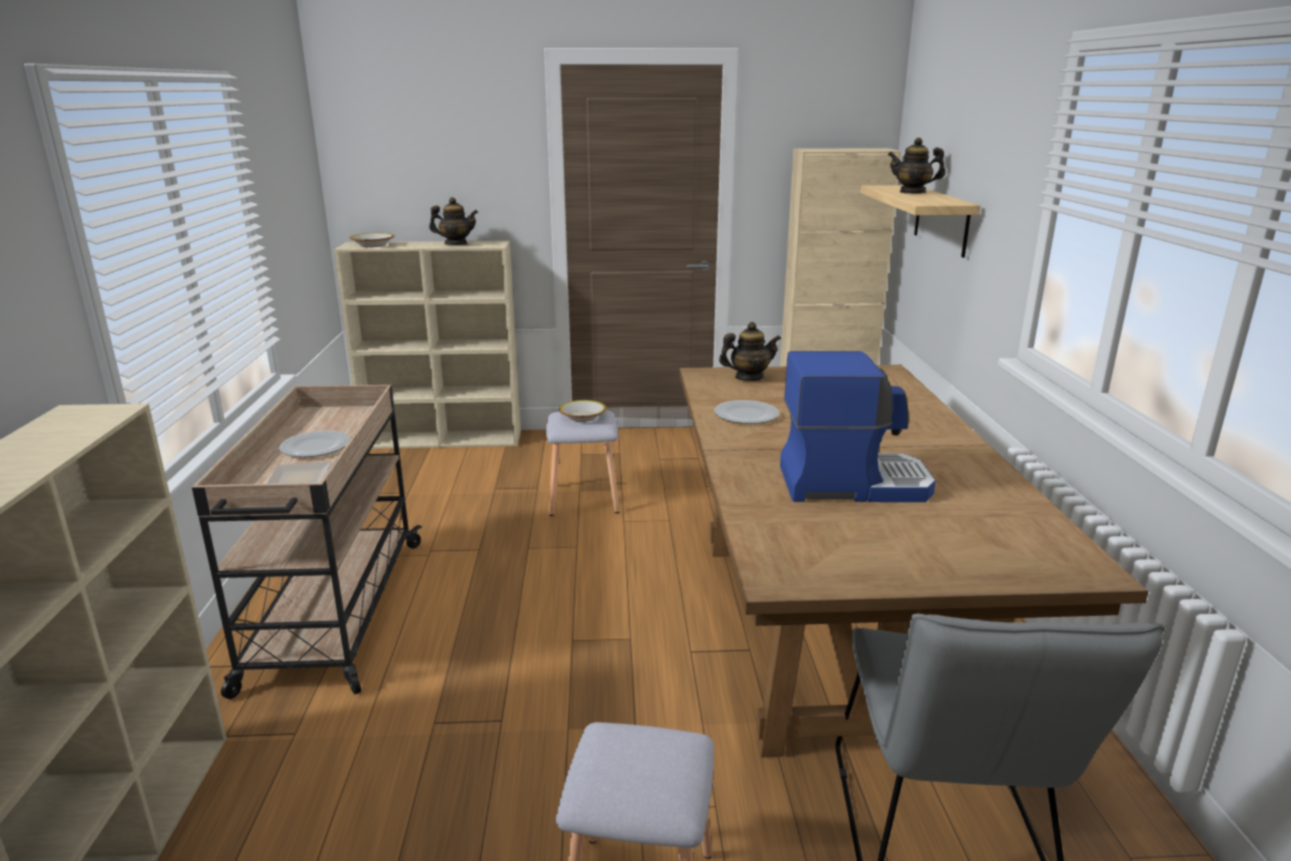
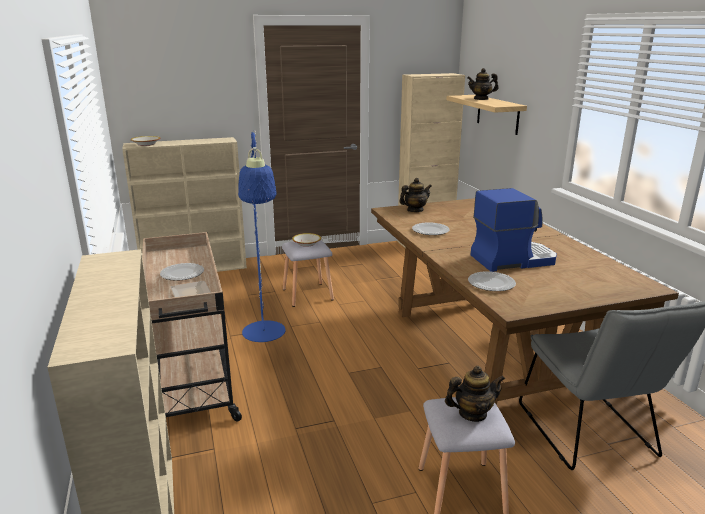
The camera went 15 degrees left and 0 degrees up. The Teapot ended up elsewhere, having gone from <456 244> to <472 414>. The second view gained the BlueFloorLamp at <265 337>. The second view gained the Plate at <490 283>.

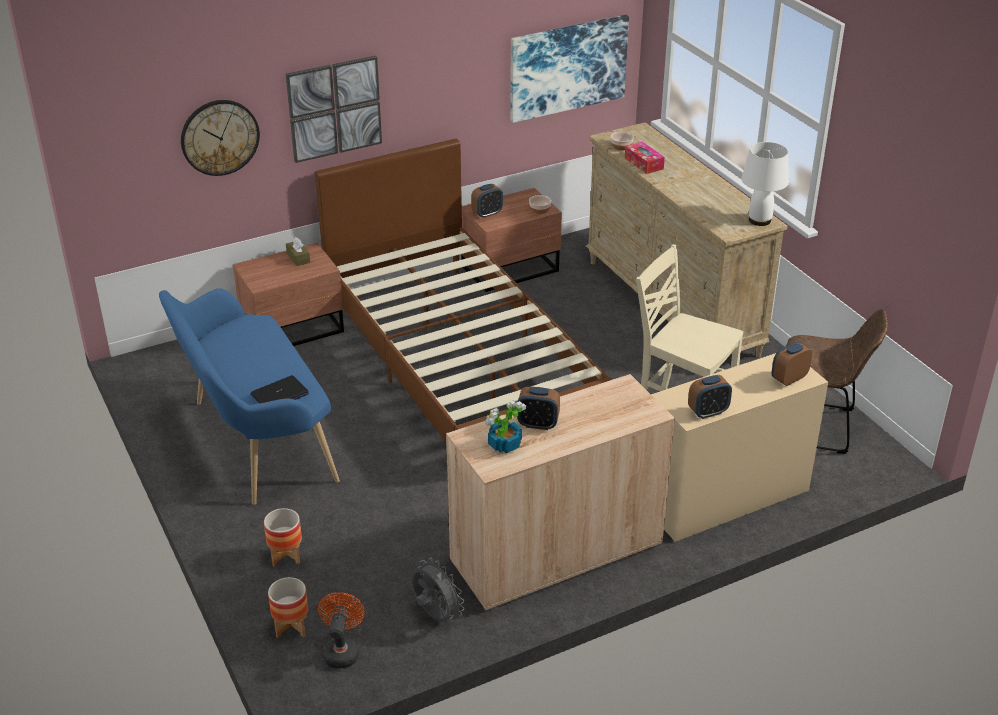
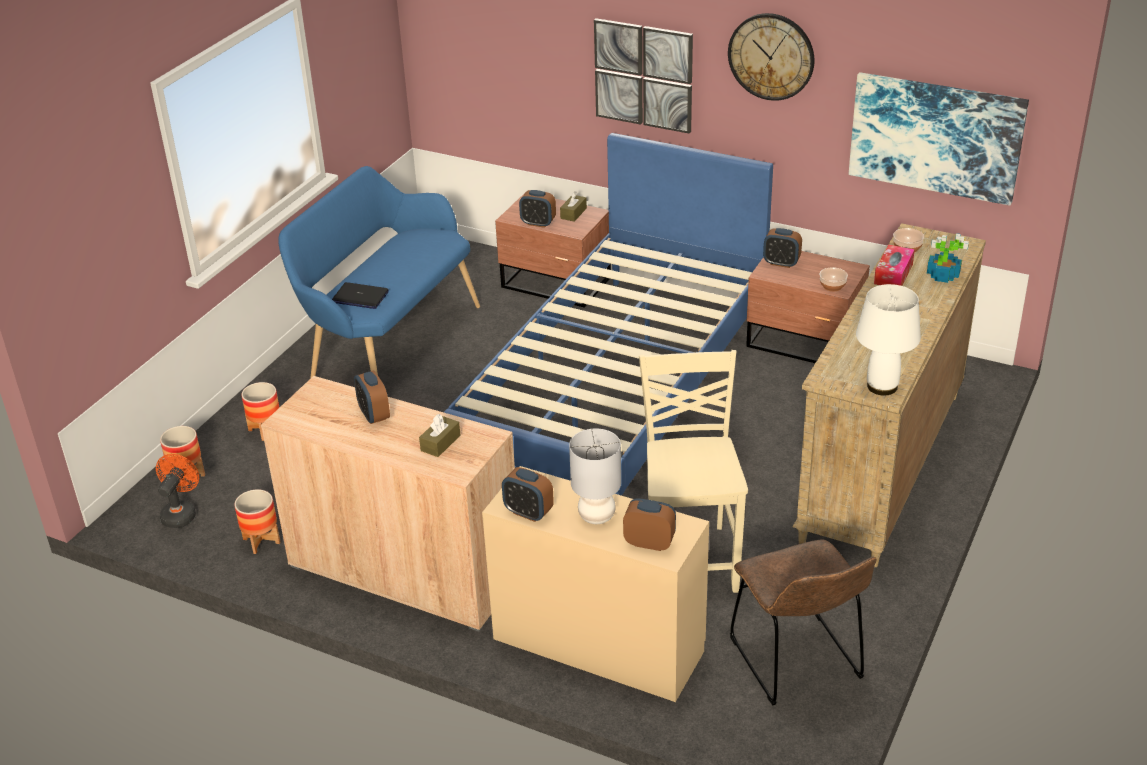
The camera went 55 degrees right and 0 degrees up. The WallClock ended up elsewhere, having gone from <220 137> to <771 56>. What was the BrownBed at <459 362> turned into the BlueBed at <617 386>. The OrangeFan at <342 650> ended up facing another way, 45 degrees counterclockwise from before. Where the GreyFan stood at <435 615>, the Planter came to stand at <261 541>. The PottedPlant ended up elsewhere, having gone from <504 444> to <942 275>. The second view gained the BrownTissueBox at <440 443>. The second view gained the AlarmClock at <538 223>. The second view gained the GreyTableLamp at <597 516>.

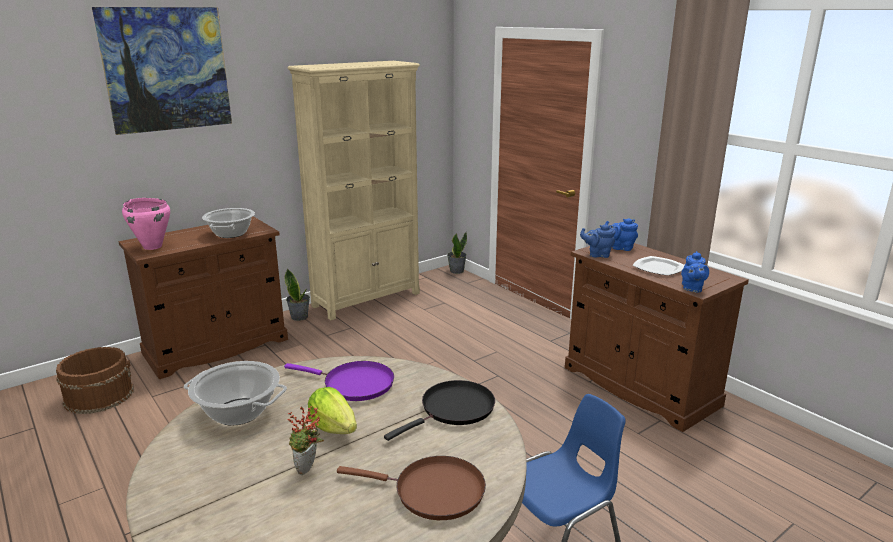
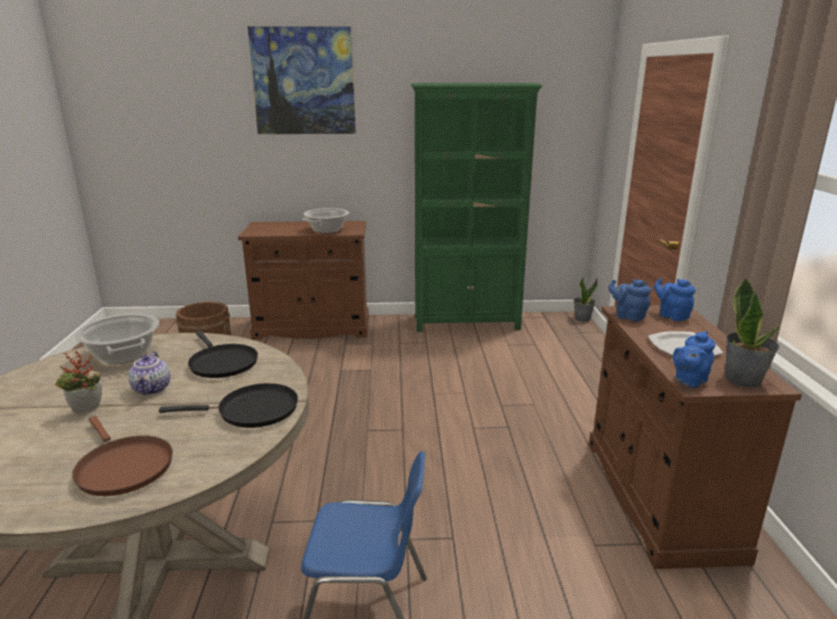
The camera went 35 degrees right and 0 degrees up. The second view lost the PinkCookingPot at <152 246>. What was the PurpleFryingPan at <354 384> turned into the BlackFryingPan at <222 363>. The PottedPlant ended up elsewhere, having gone from <299 317> to <743 379>. What was the BeigeBookcase at <367 299> turned into the GreenBookcase at <467 323>. Where the Lettuce stood at <333 427>, the Teapot came to stand at <153 389>.

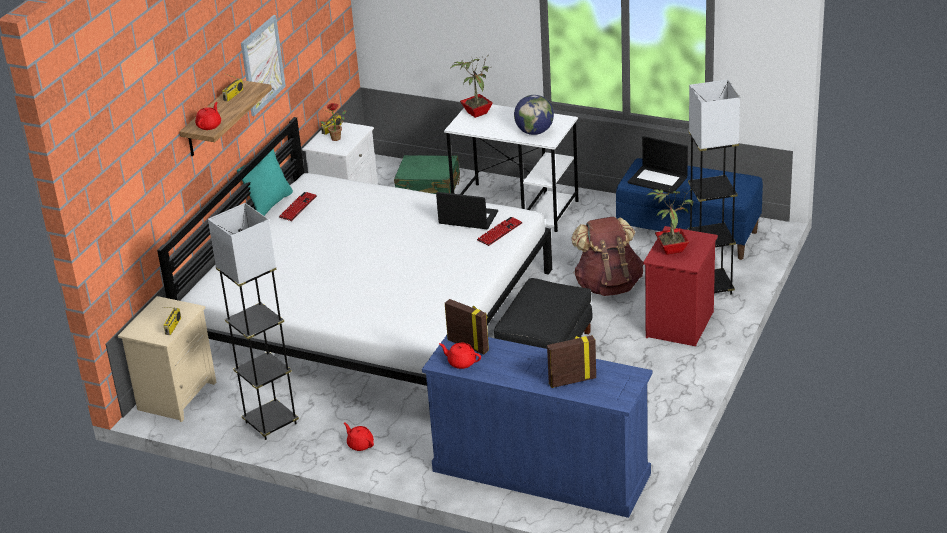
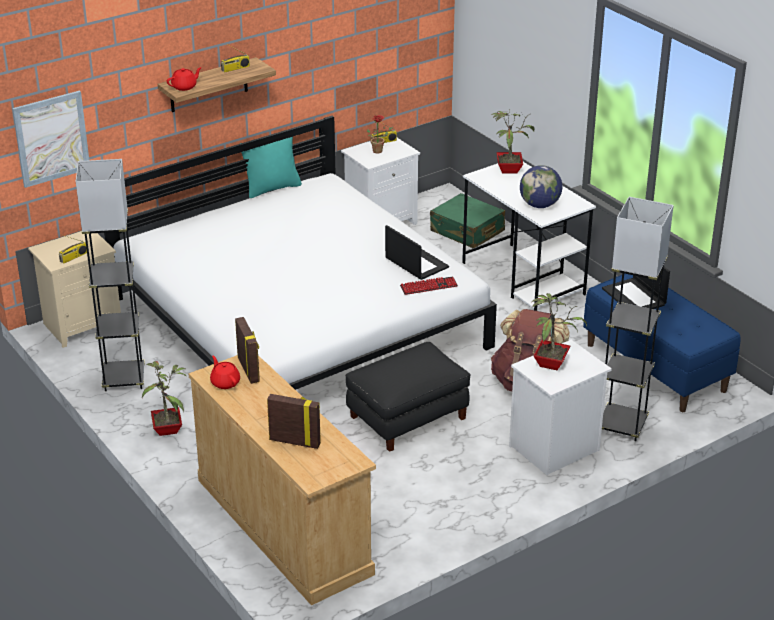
The camera went 30 degrees right and 0 degrees up. The Picture ended up elsewhere, having gone from <262 65> to <51 138>. The second view lost the Keyboard at <298 207>. Where the RedTeapot stood at <360 444>, the PottedPlant came to stand at <169 429>. What was the BlueDresser at <539 472> turned into the BeigeDresser at <282 525>. What was the RedNightstand at <680 325> turned into the WhiteNightstand at <554 449>.

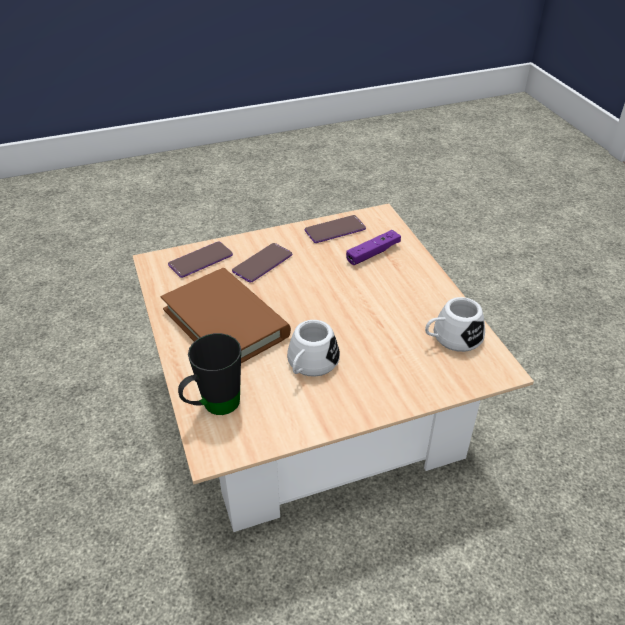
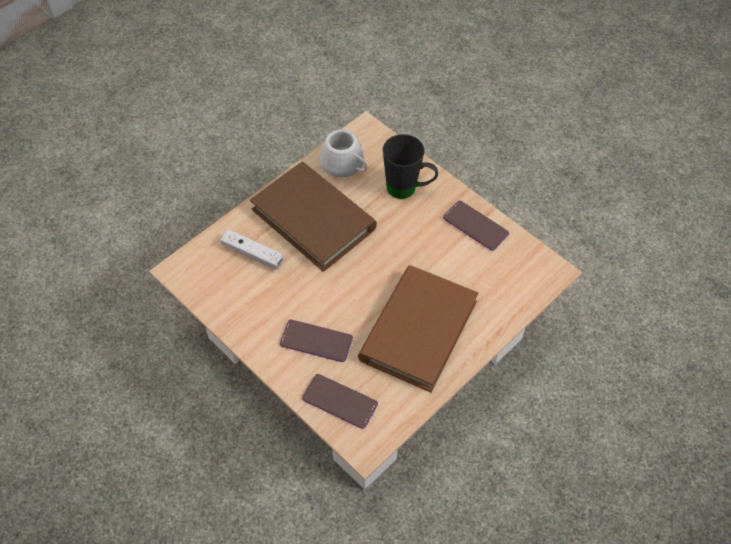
The camera went 115 degrees left and 15 degrees up. The BlackMug ended up elsewhere, having gone from <213 407> to <409 190>. The second view lost the WhiteMug at <310 364>. The Phone ended up elsewhere, having gone from <335 230> to <475 226>. What was the PurpleGameController at <373 253> turned into the WhiteGameController at <252 254>. The second view gained the BrownBook at <313 219>.

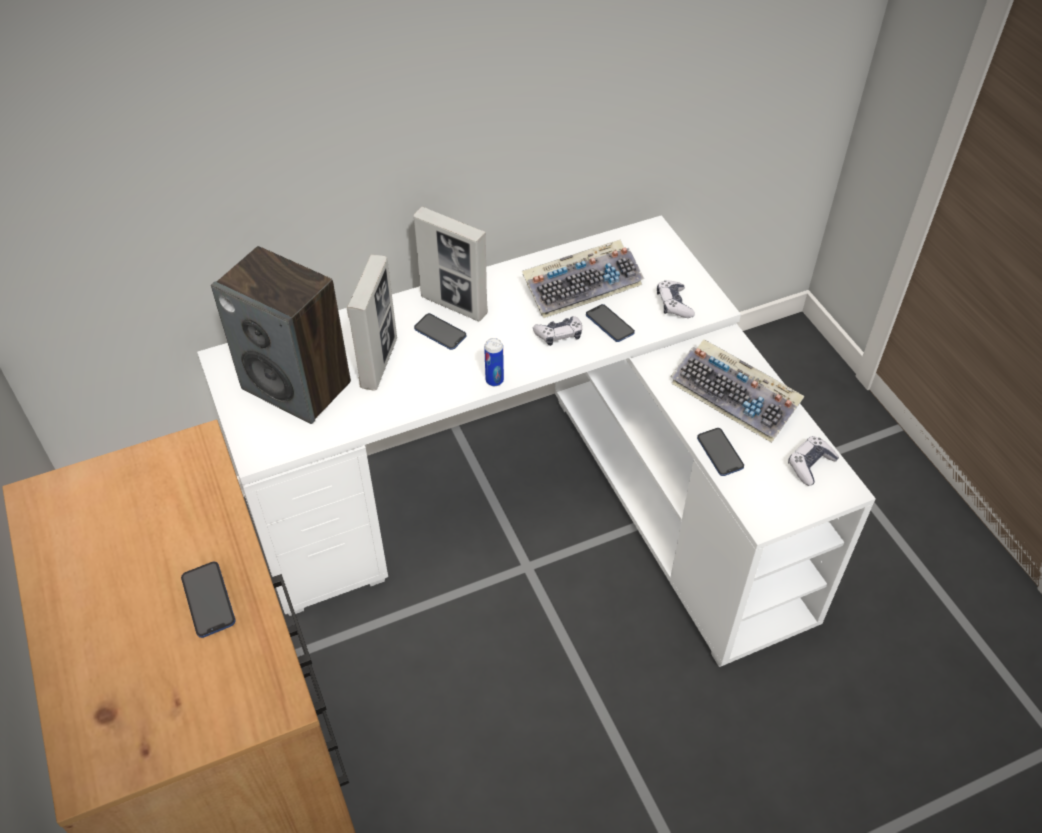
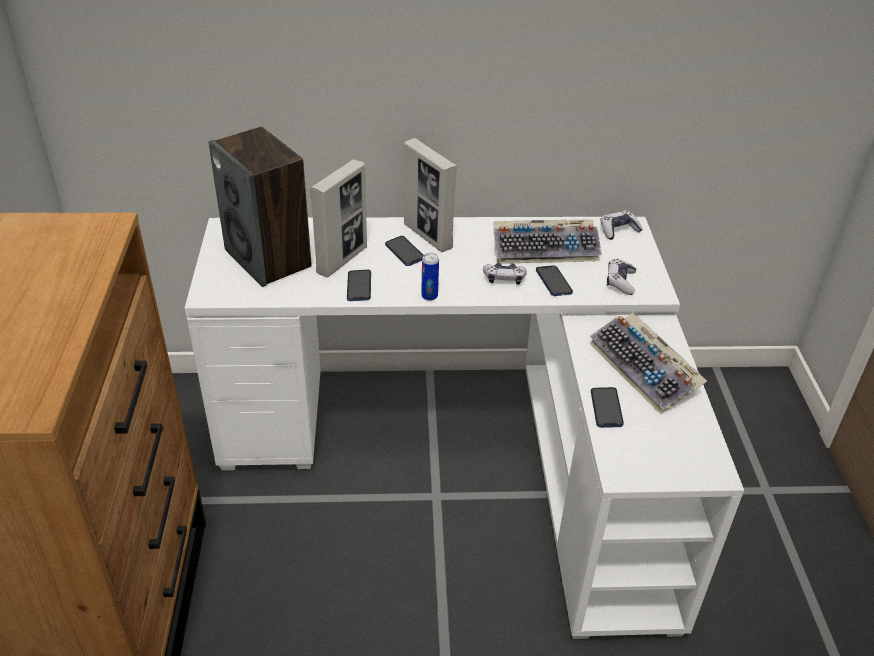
The camera went 20 degrees right and 10 degrees down. The Phone ended up elsewhere, having gone from <208 600> to <359 286>. The GameController ended up elsewhere, having gone from <810 465> to <618 230>.

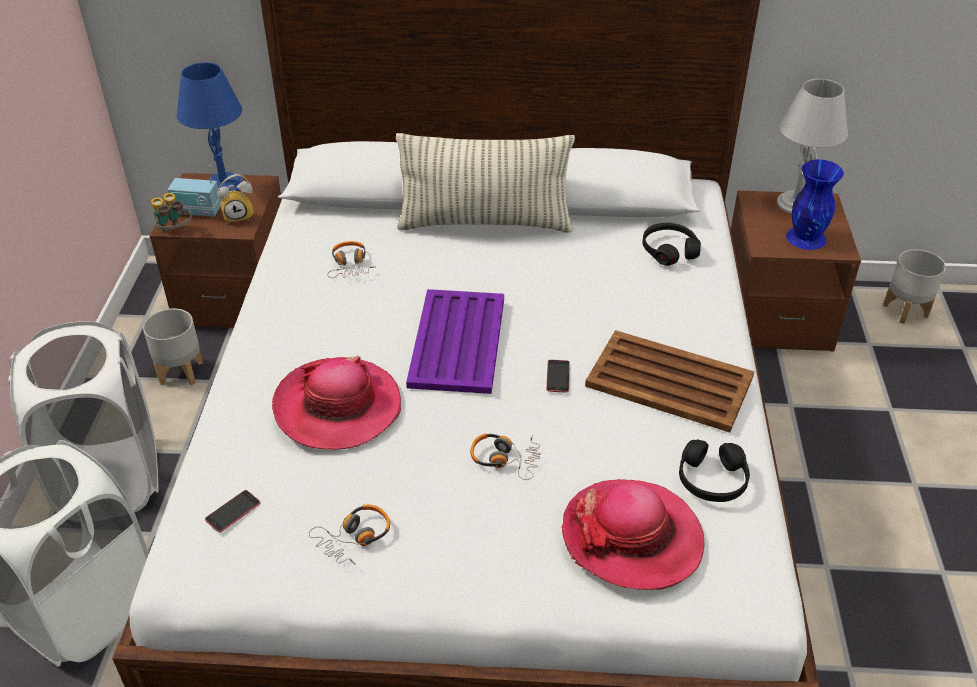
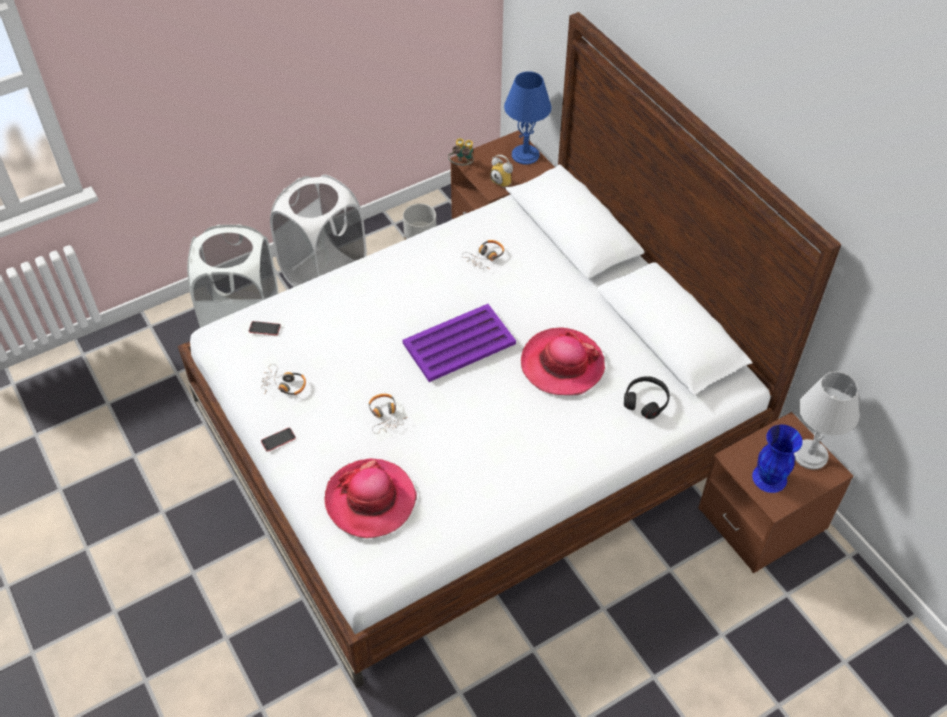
The camera went 55 degrees right and 10 degrees up. The second view lost the Radio at <197 211>. The Hat ended up elsewhere, having gone from <337 407> to <562 364>. The second view lost the Pillow at <485 223>. The Phone ended up elsewhere, having gone from <558 376> to <278 439>. The second view lost the BrownTray at <670 382>. The second view lost the BlackHeadphones at <712 480>. The second view lost the GreyPlanter at <906 310>.

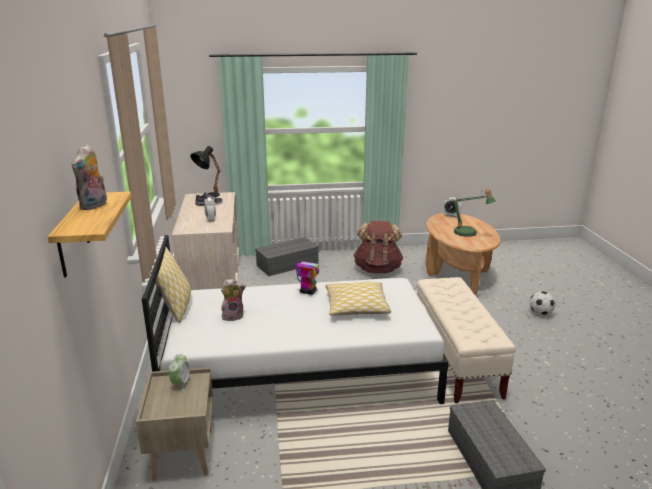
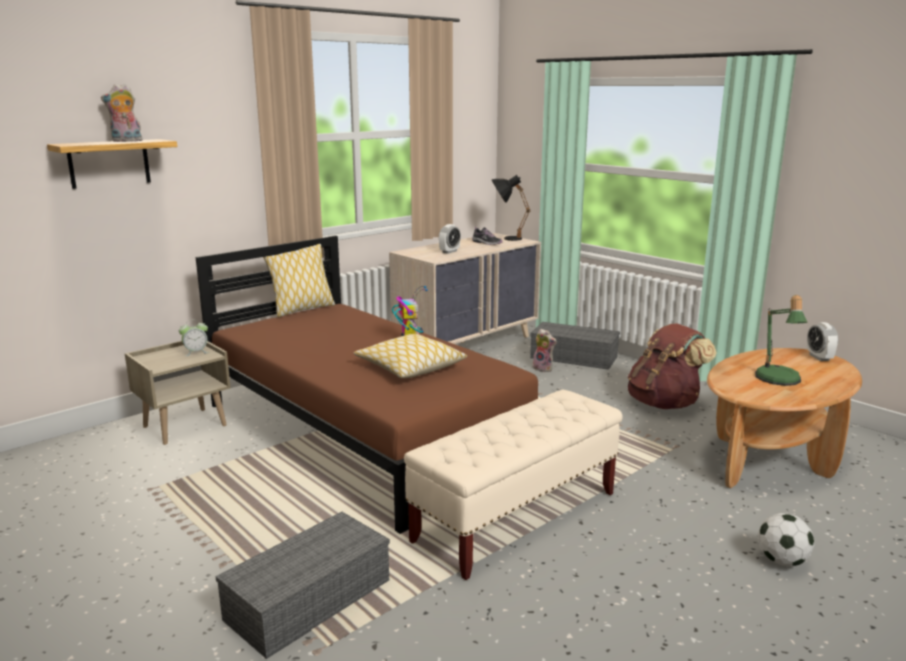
The camera went 55 degrees right and 5 degrees down. What was the WhiteBed at <300 371> turned into the BrownBed at <364 432>. The PlushToy ended up elsewhere, having gone from <233 316> to <544 368>.

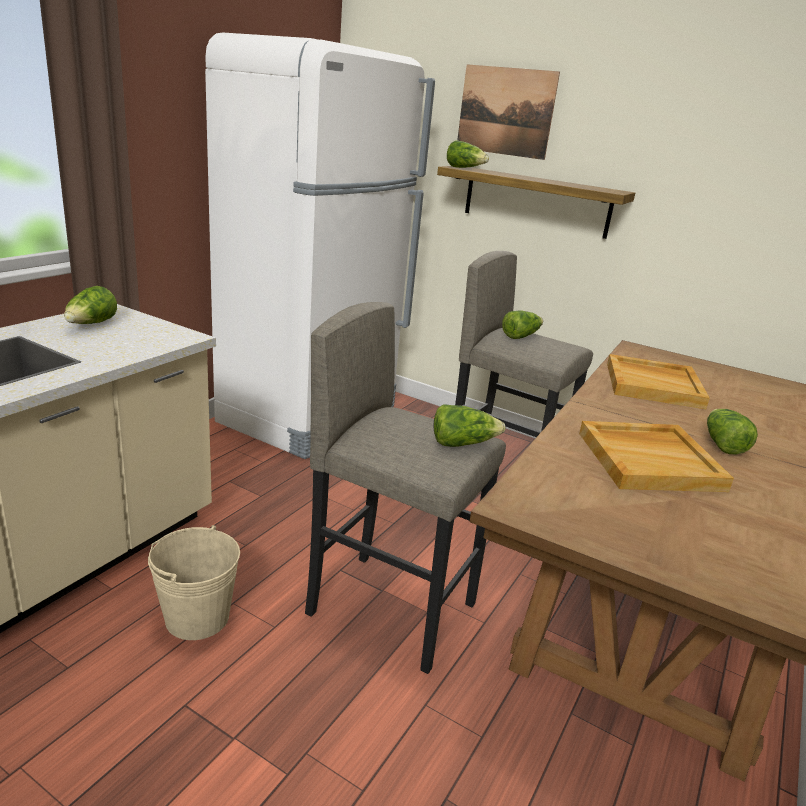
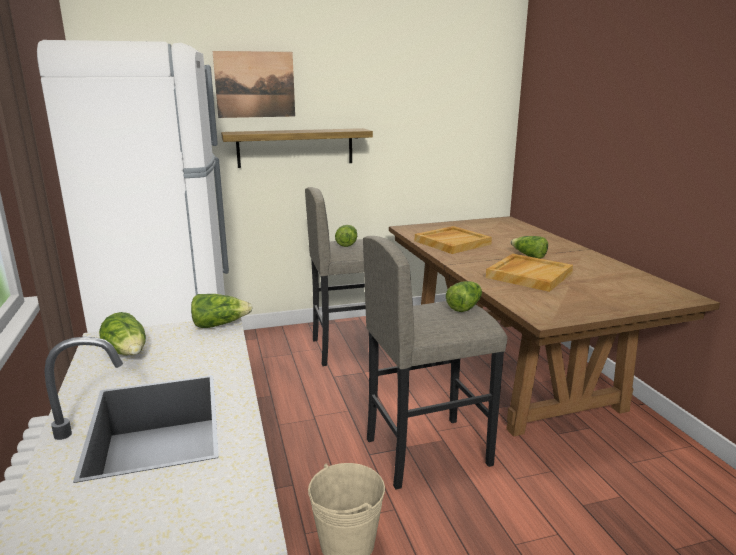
The camera went 45 degrees left and 5 degrees down. The Lettuce ended up elsewhere, having gone from <465 168> to <219 324>.

